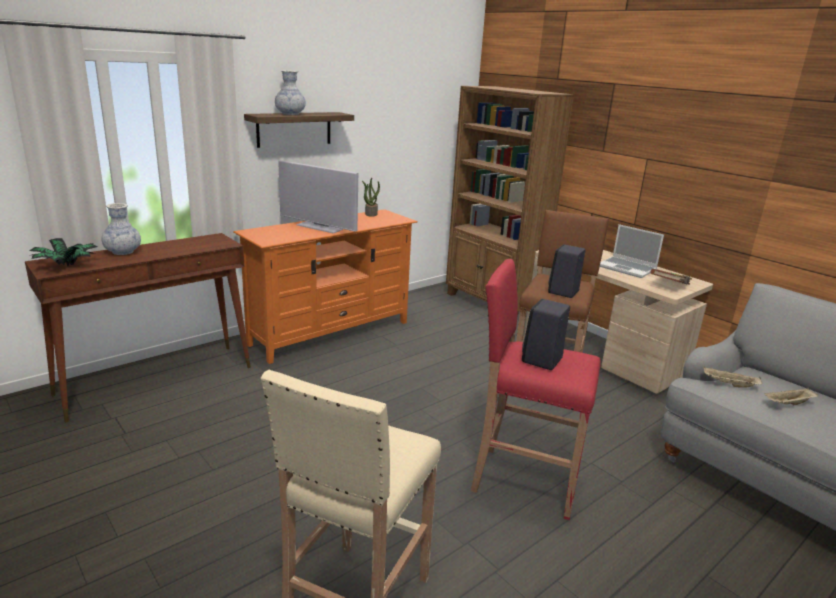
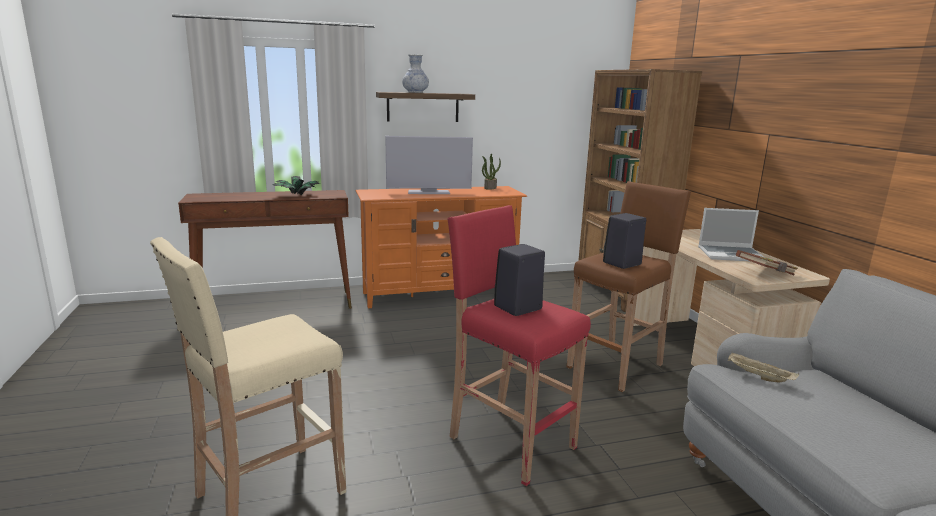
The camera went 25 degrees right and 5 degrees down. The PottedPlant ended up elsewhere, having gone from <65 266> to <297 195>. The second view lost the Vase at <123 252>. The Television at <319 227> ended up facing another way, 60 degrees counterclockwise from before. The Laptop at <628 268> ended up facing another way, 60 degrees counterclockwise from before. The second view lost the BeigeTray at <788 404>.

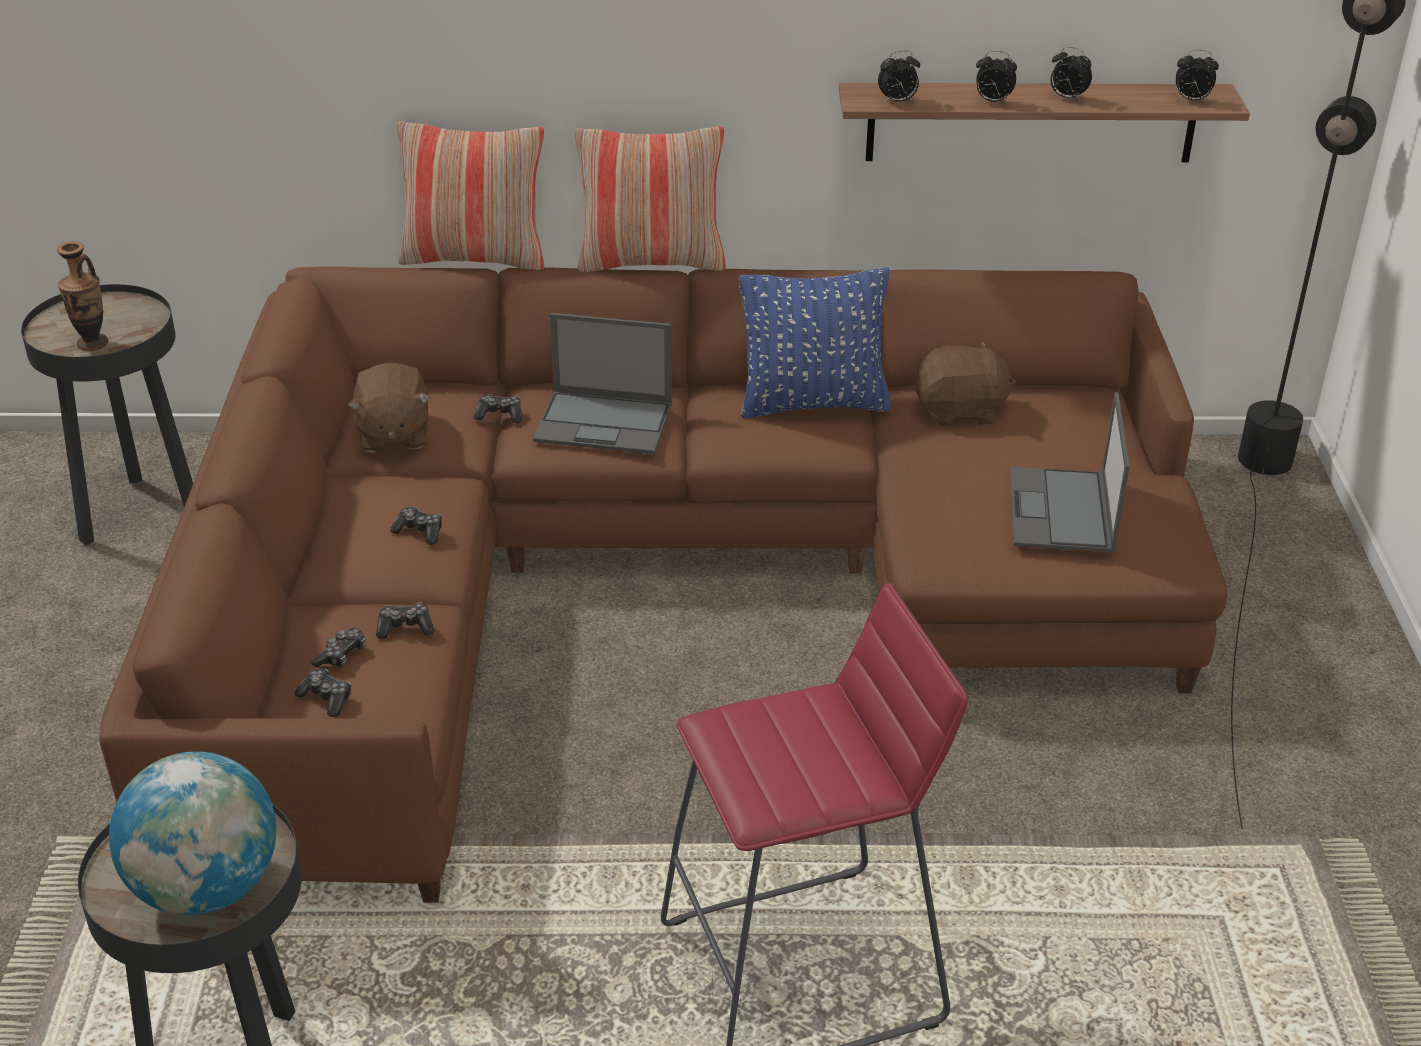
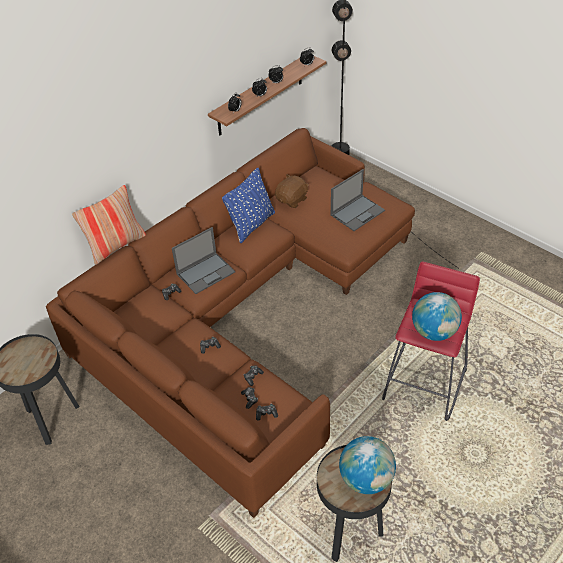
The camera went 45 degrees left and 10 degrees up. The second view lost the Vase at <92 343>. The second view lost the BrownPlushToy at <393 435>. The second view lost the Pillow at <651 261>. The Laptop at <1061 511> ended up facing another way, 90 degrees counterclockwise from before. The second view gained the Globe at <434 332>.

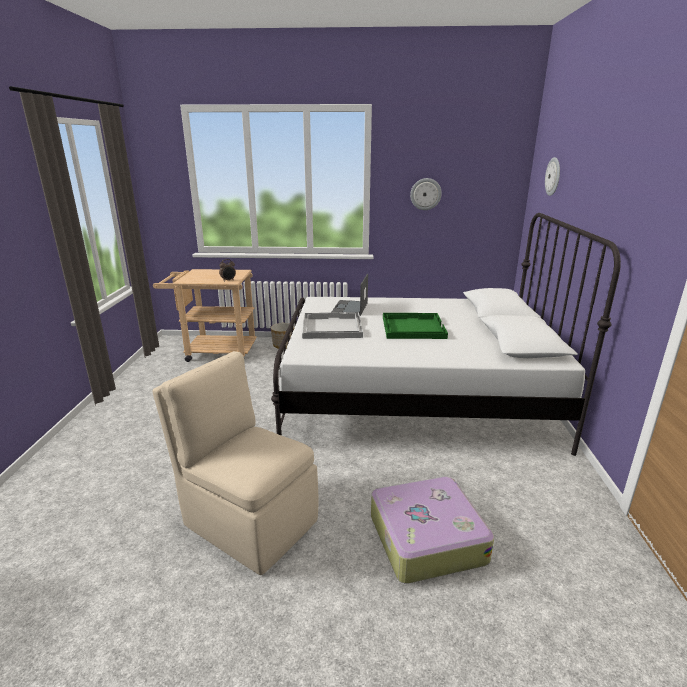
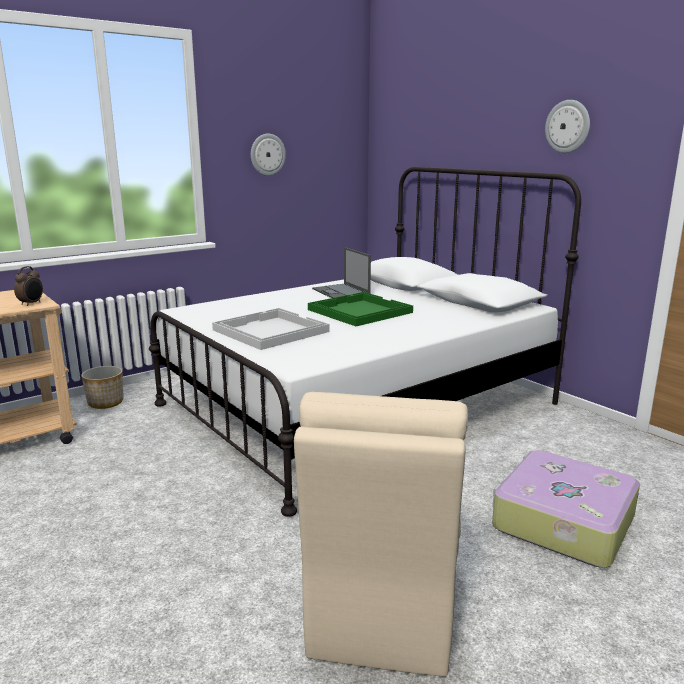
The camera went 40 degrees left and 5 degrees down. The BeigeChair at <248 520> ended up facing another way, 75 degrees counterclockwise from before. The Laptop ended up elsewhere, having gone from <350 308> to <341 292>. The WallClock ended up elsewhere, having gone from <553 176> to <567 126>.

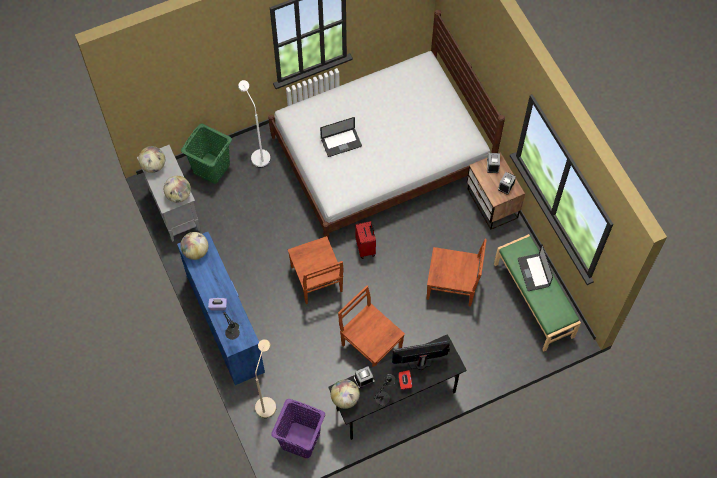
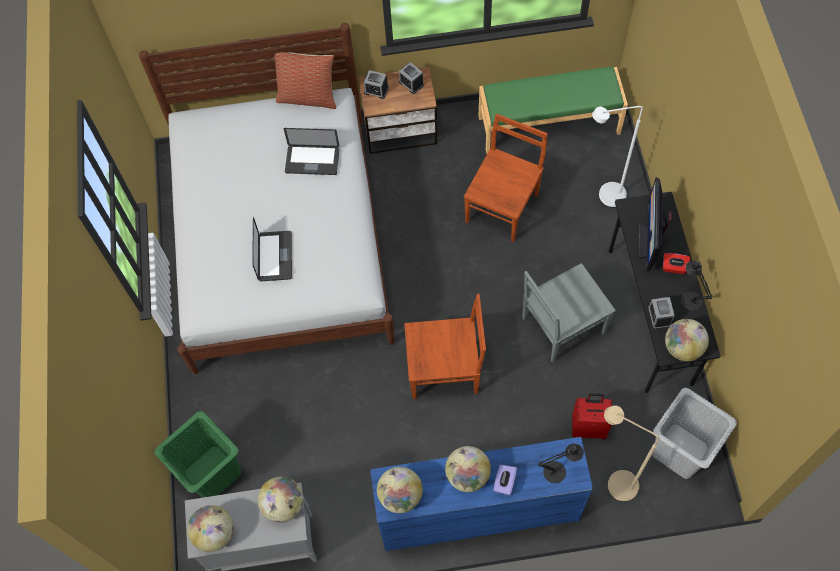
The camera went 70 degrees left and 0 degrees up. The WhiteFloorLamp ended up elsewhere, having gone from <258 154> to <604 197>. What was the PurpleLaundryBasket at <300 440> turned into the GreyLaundryBasket at <680 451>. What was the BrownChair at <370 345> turned into the GreyChair at <561 326>. The RedSuitcase ended up elsewhere, having gone from <366 248> to <588 427>. The Laptop ended up elsewhere, having gone from <533 272> to <312 161>. The second view gained the Pillow at <308 97>. The second view gained the Globe at <467 475>.

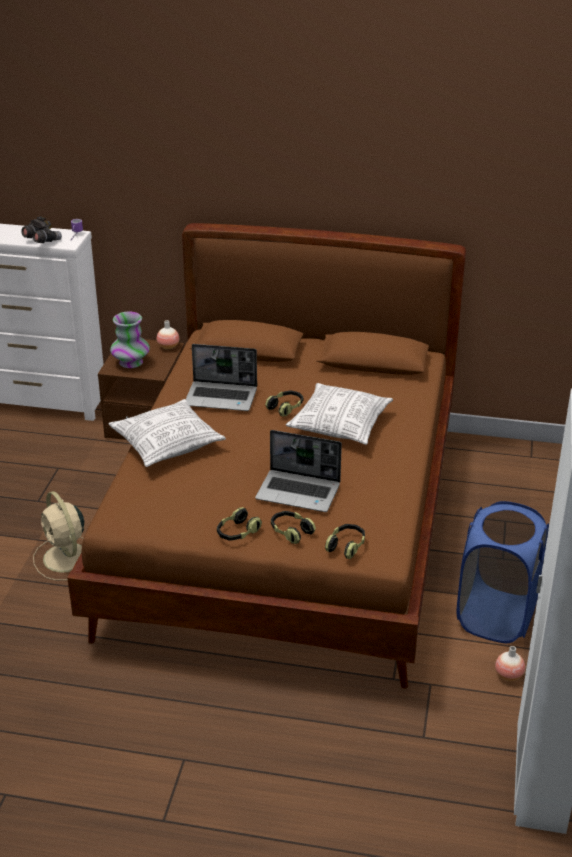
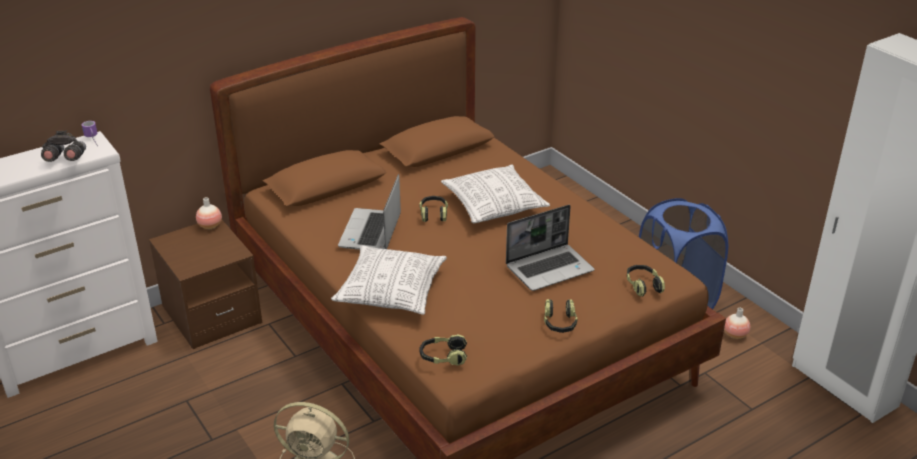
The camera went 45 degrees left and 0 degrees up. The second view lost the Vase at <131 362>. The Laptop at <222 397> ended up facing another way, 135 degrees clockwise from before. The Headphones ended up elsewhere, having gone from <291 532> to <443 357>.

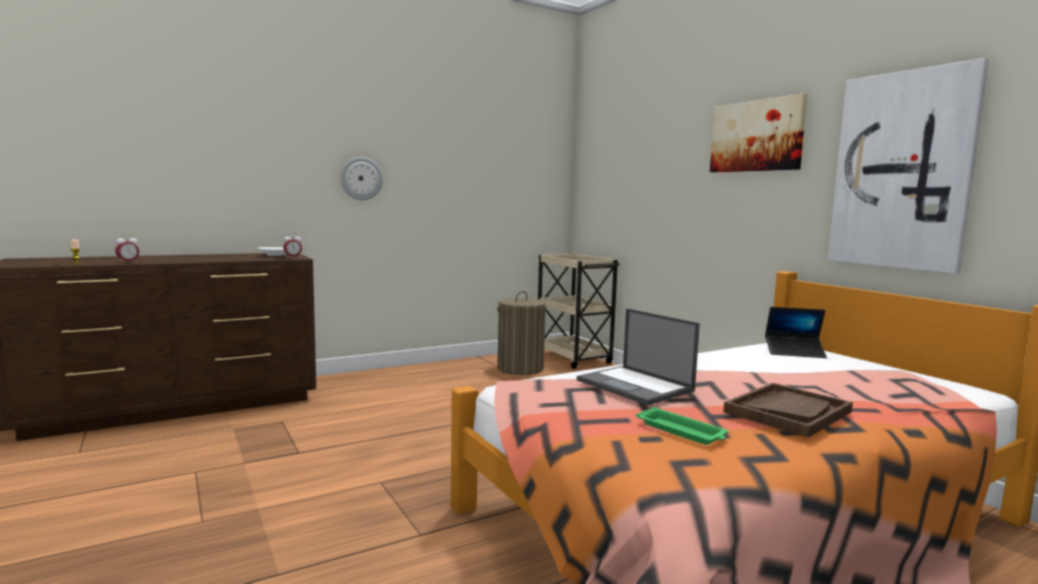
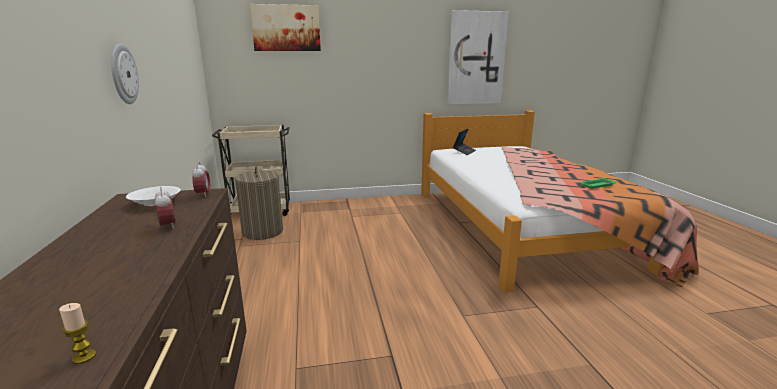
The camera went 70 degrees left and 10 degrees up. The AlarmClock ended up elsewhere, having gone from <128 262> to <168 226>. The second view lost the Laptop at <636 386>. The Picture ended up elsewhere, having gone from <756 136> to <286 28>. The second view lost the BrownTray at <787 412>.

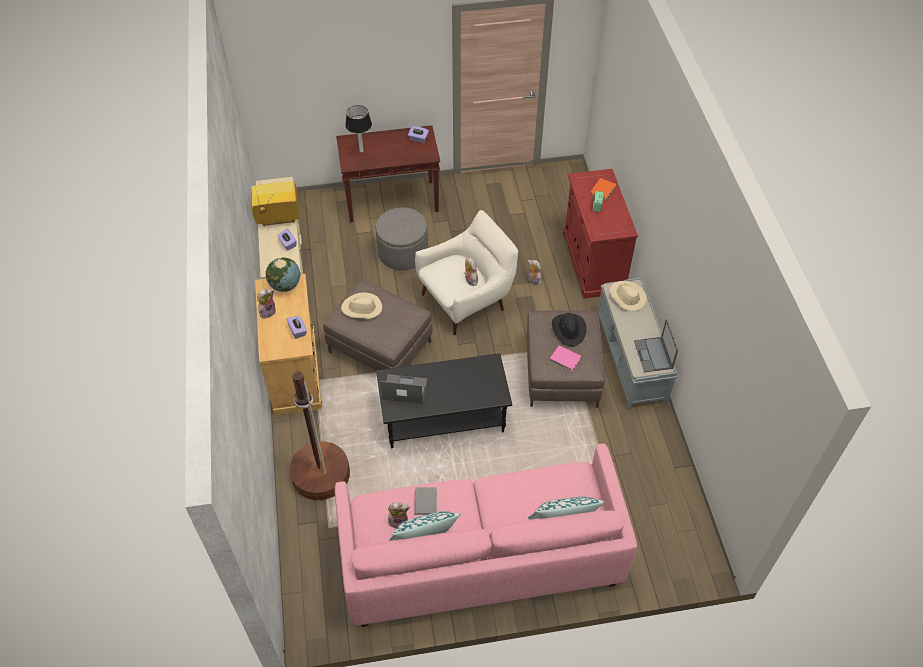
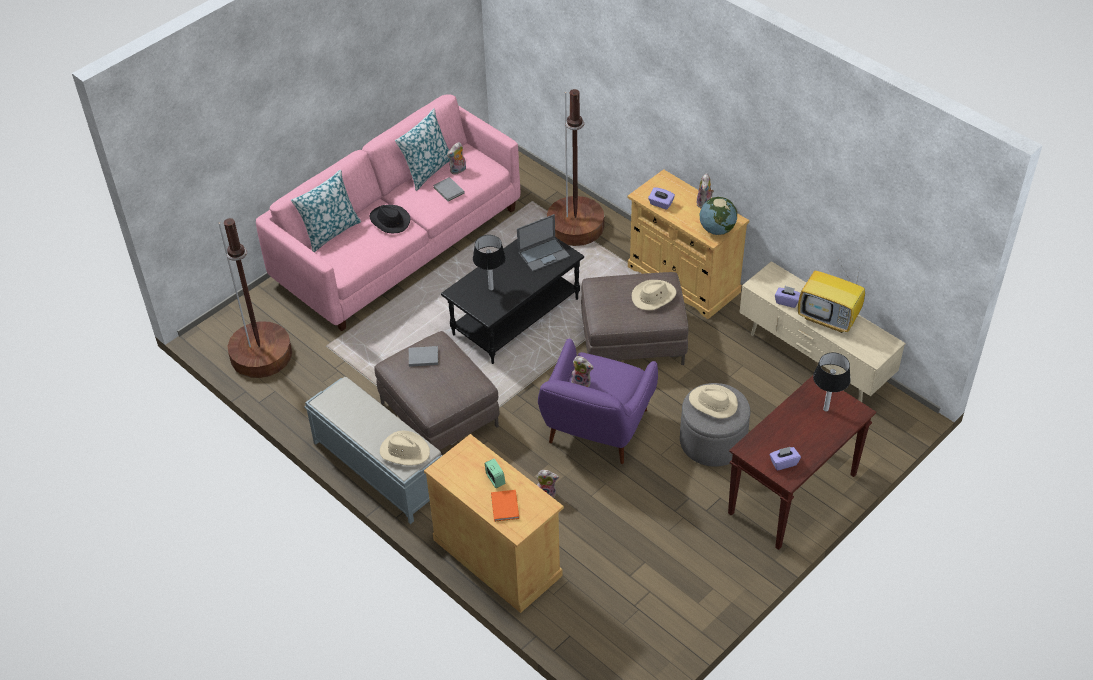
The camera went 145 degrees right and 5 degrees down. The Television at <277 218> ended up facing another way, 75 degrees clockwise from before. What was the WhiteArmchair at <466 300> turned into the PurpleArmchair at <596 430>. What was the PinkBook at <565 359> turned into the GreyBook at <422 357>. The BlackHat ended up elsewhere, having gone from <569 330> to <389 221>. What was the RedCabinet at <593 262> turned into the BeigeCabinet at <497 557>. The second view lost the Laptop at <653 355>. The second view gained the BrownFloorLamp at <261 355>. The second view gained the TableLamp at <490 288>. The second view gained the BeigeHat at <713 403>.

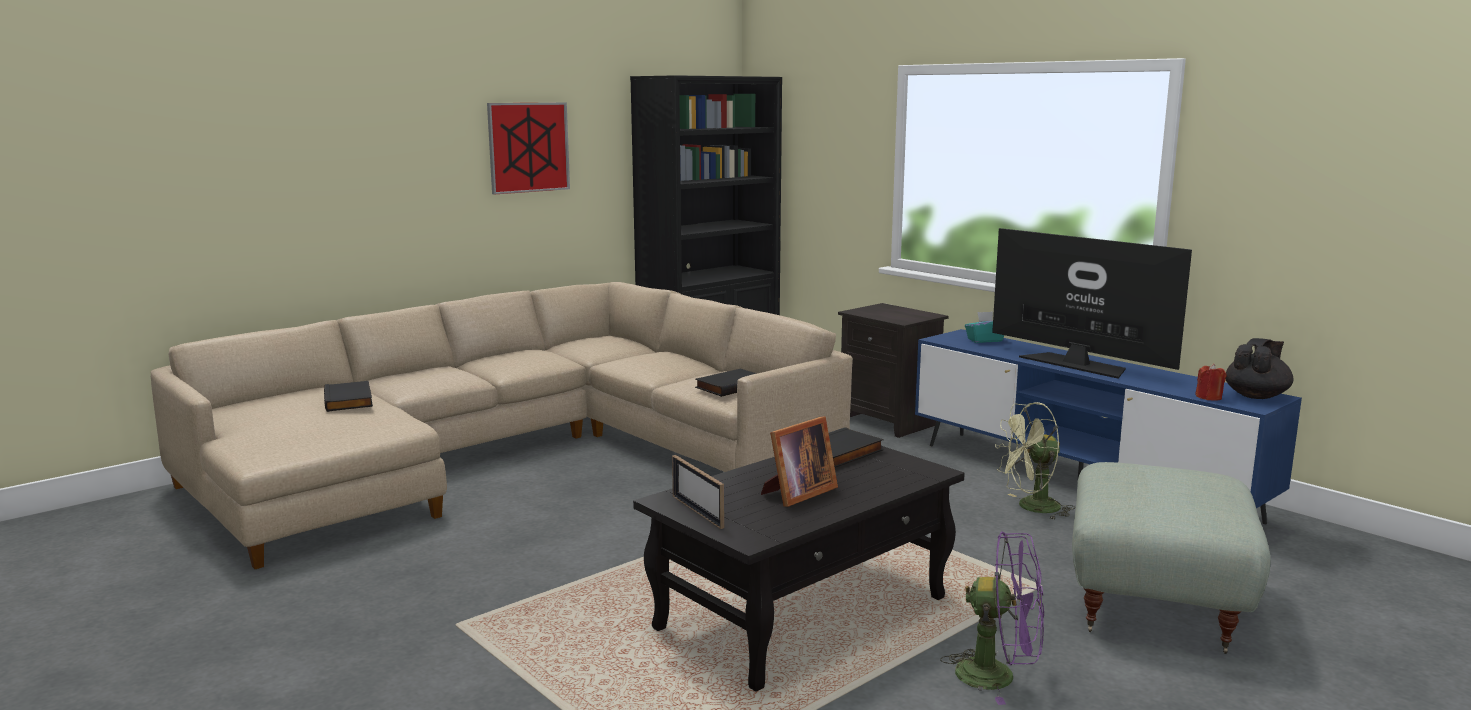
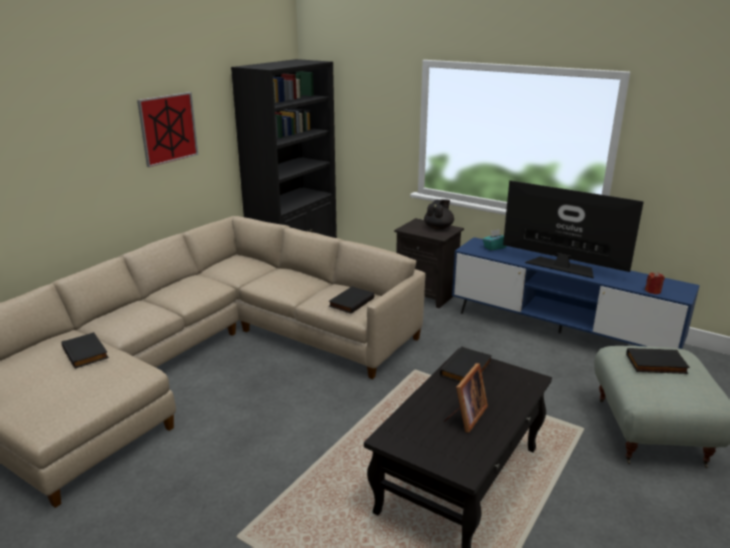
The camera went 15 degrees left and 10 degrees up. The second view lost the PictureFrame at <697 511>. The second view lost the PurpleFan at <998 676>. The second view lost the GreenFan at <1031 508>. The BlackTeapot ended up elsewhere, having gone from <1256 396> to <438 227>. The second view gained the BlackBook at <656 364>.

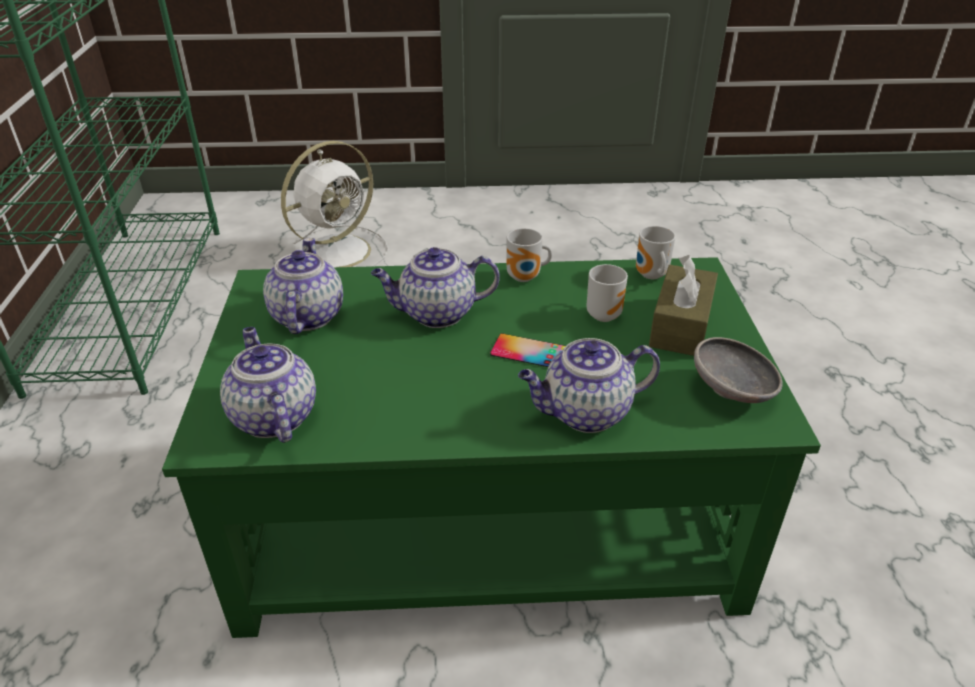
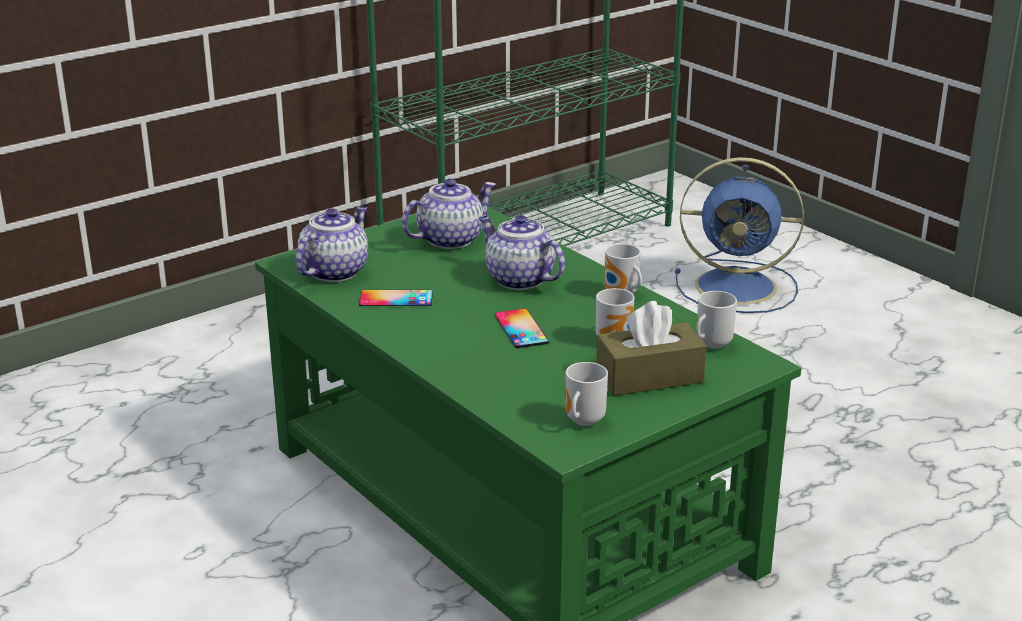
The camera went 55 degrees right and 10 degrees down. What was the WhiteFan at <339 251> turned into the BlueFan at <739 287>. The second view lost the Teapot at <585 413>. Where the GreyBowl stood at <733 392>, the Mug came to stand at <582 421>. The second view gained the Phone at <396 299>.

